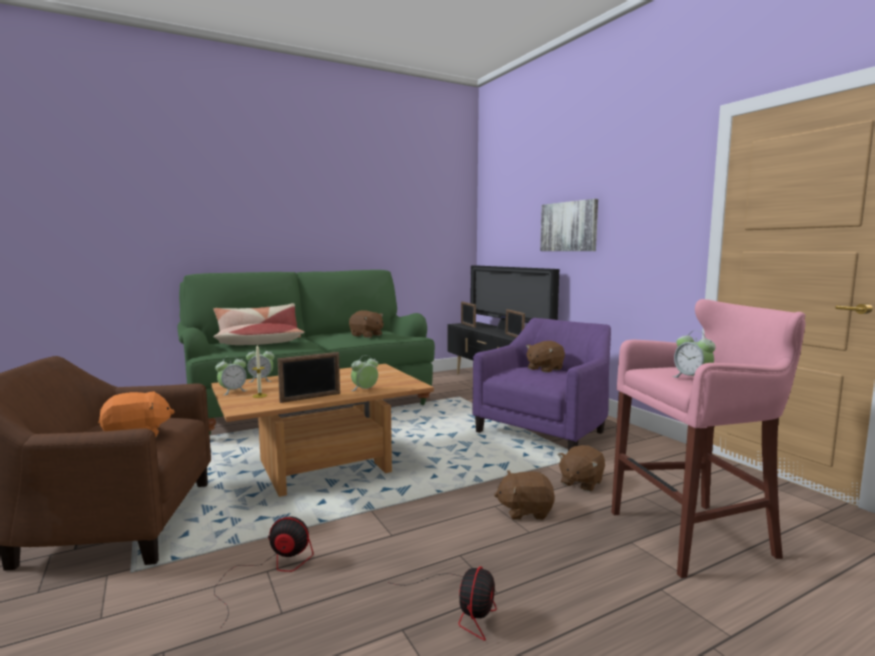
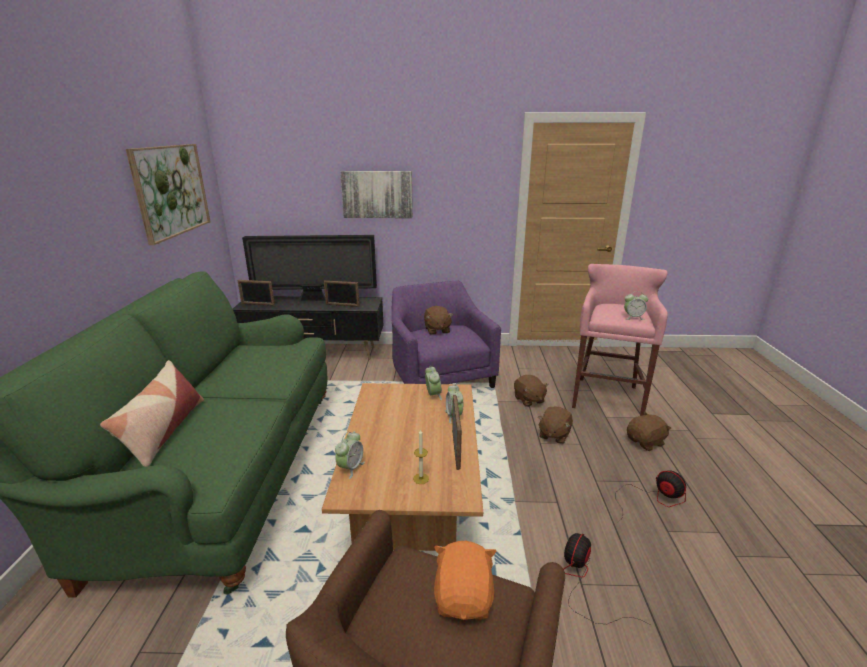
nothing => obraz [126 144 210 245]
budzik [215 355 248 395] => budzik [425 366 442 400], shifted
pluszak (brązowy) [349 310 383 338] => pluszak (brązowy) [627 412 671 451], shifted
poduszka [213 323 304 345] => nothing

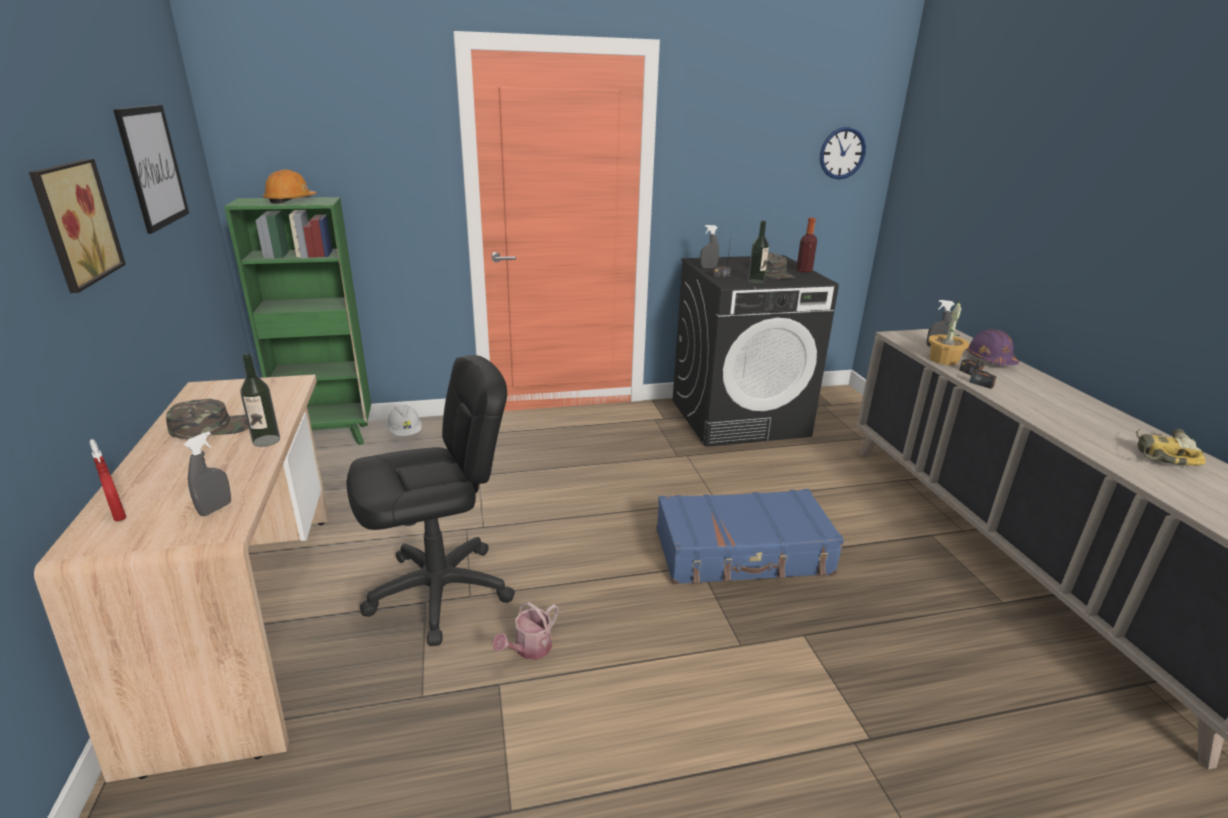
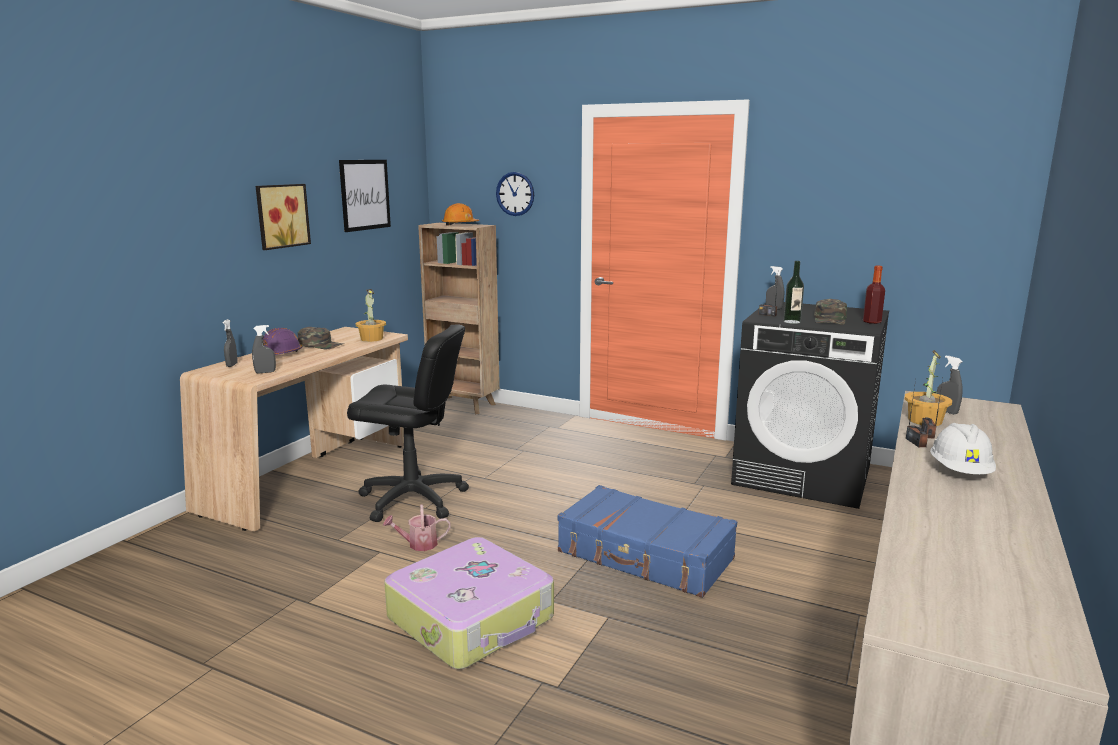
spryskiwacz (czerwony) [89 439 126 521] => spryskiwacz (szary) [223 319 238 367]
kask (fioletowy) [967 329 1019 366] => kask (fioletowy) [263 328 302 355], shifted
nothing => roślina doniczkowa [356 289 386 342]
nothing => walizka [384 537 554 669]
regał (zielony) [224 197 371 445] => regał (brązowy) [418 223 500 414]
zegar ścienny [820 127 866 180] => zegar ścienny [496 172 534 216], shifted
kask (biały) [387 404 422 436] => kask (biały) [930 423 996 474], shifted
butelka [241 354 280 447] => nothing
wiertarka [1136 429 1206 466] => nothing

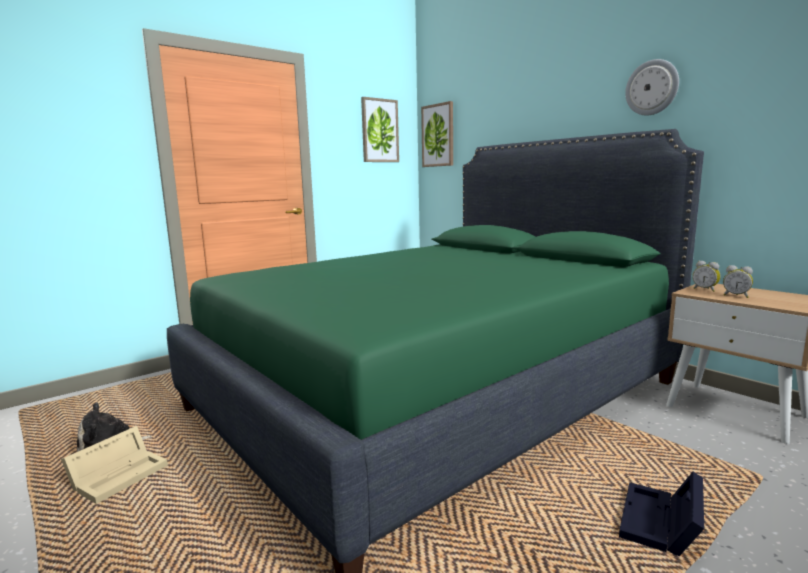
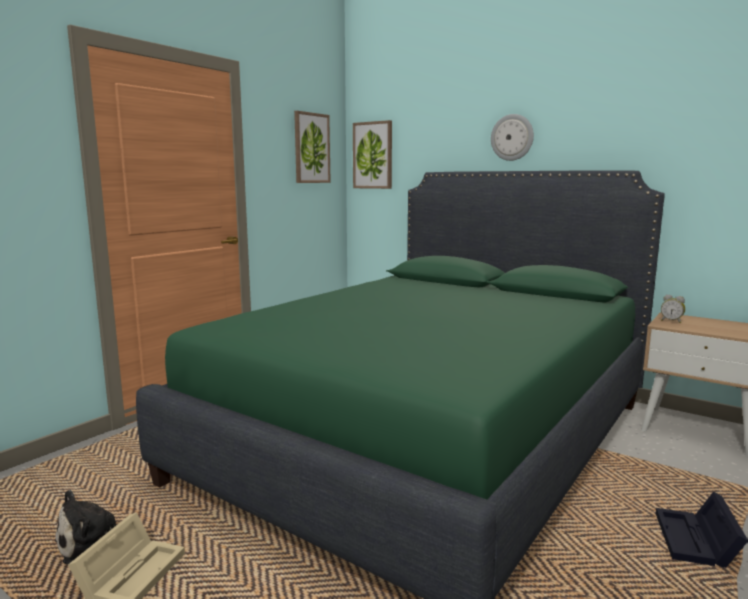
zegar ścienny [625 59 679 115] => zegar ścienny [491 114 534 161], shifted
budzik [723 265 753 298] => nothing

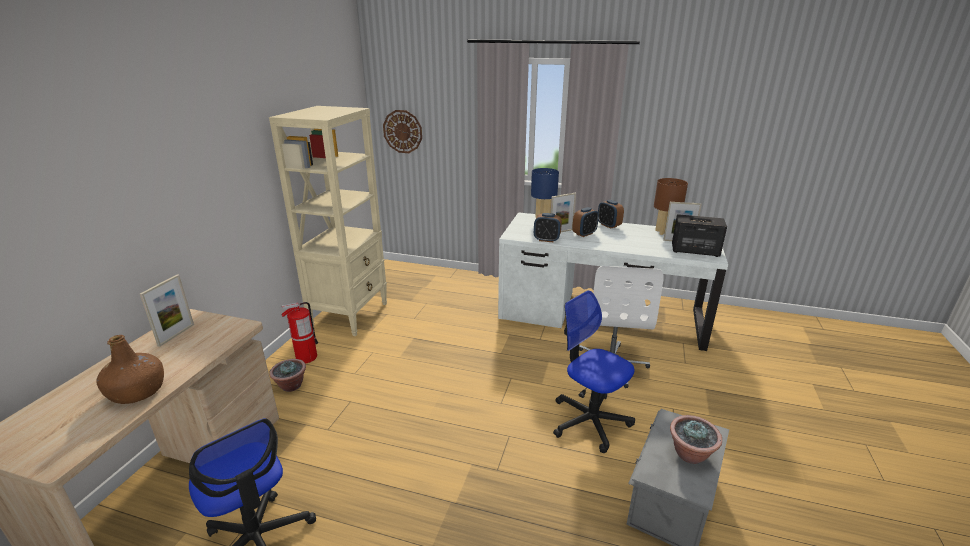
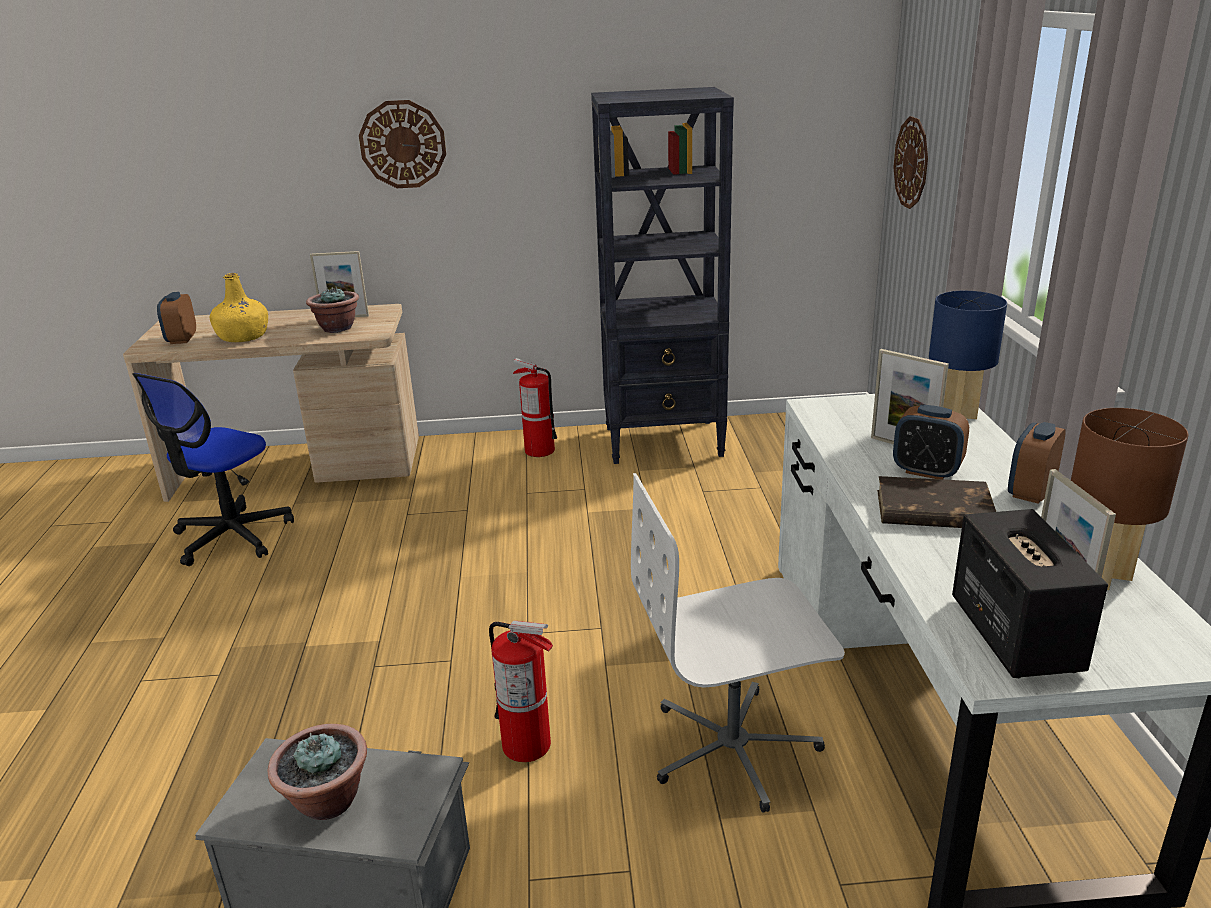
budzik [534 213 562 242] => budzik [157 292 196 344], shifted
butelka (brązowy) [96 335 164 404] => butelka (żółty) [210 273 268 342]
roślina doniczkowa [269 359 306 392] => roślina doniczkowa [306 286 359 333], shifted
nothing => zegar ścienny [359 100 446 188]
krzesło biurowe [553 290 635 453] => gaśnica [489 621 553 762]
regał (beżowy) [269 106 387 336] => regał (czarny) [591 87 734 464]
nothing => książka (brązowy) [877 476 996 528]

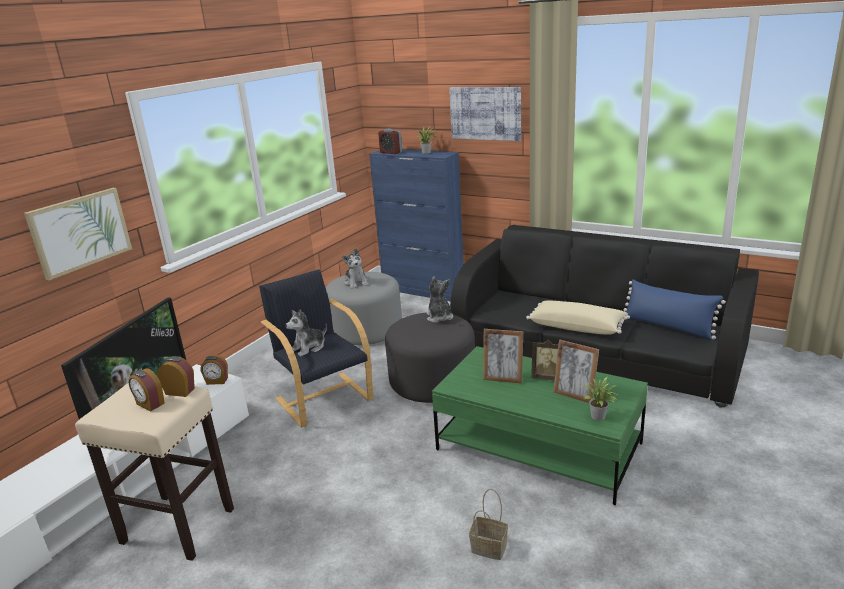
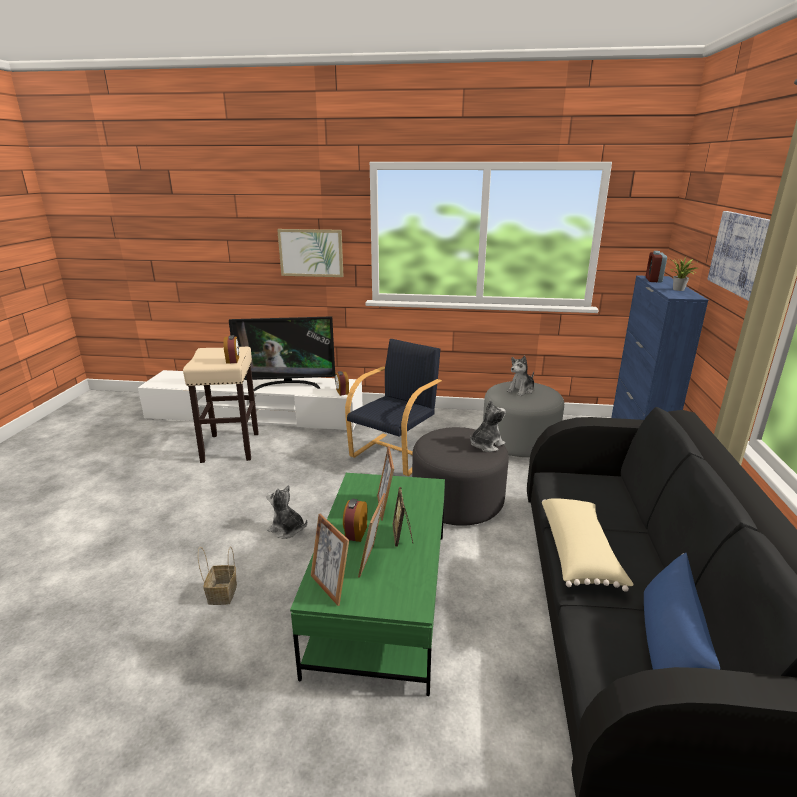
pluszak [285 309 327 357] => pluszak [267 485 307 539], shifted
roślina doniczkowa [580 377 619 421] => ramka na zdjęcie [311 514 349 606]
budzik [128 368 165 411] => budzik [343 499 367 542], shifted

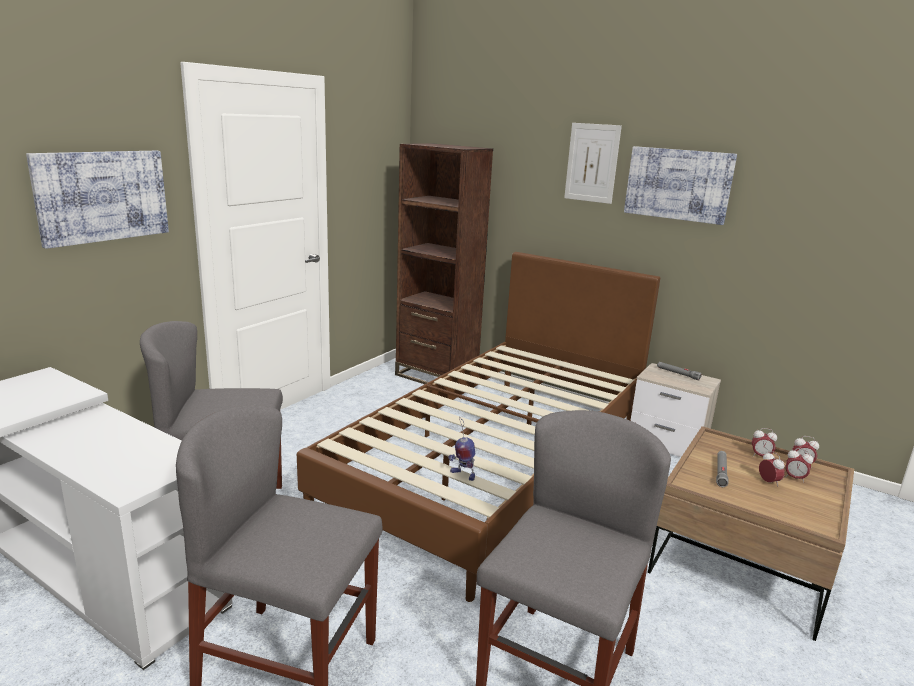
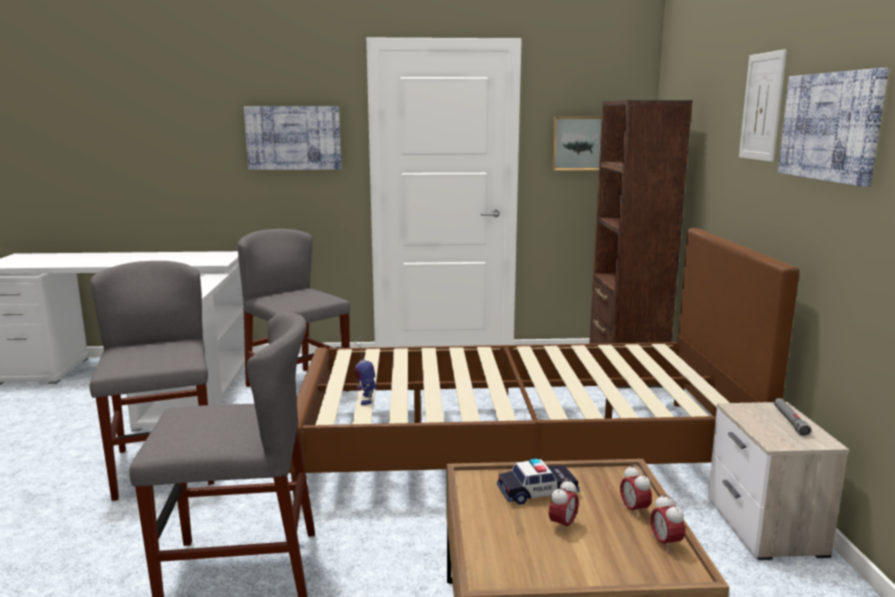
latarka (szary) [716 451 729 487] => samochodzik [497 459 580 505]
nothing => obraz [552 117 602 170]
budzik [785 448 813 483] => nothing

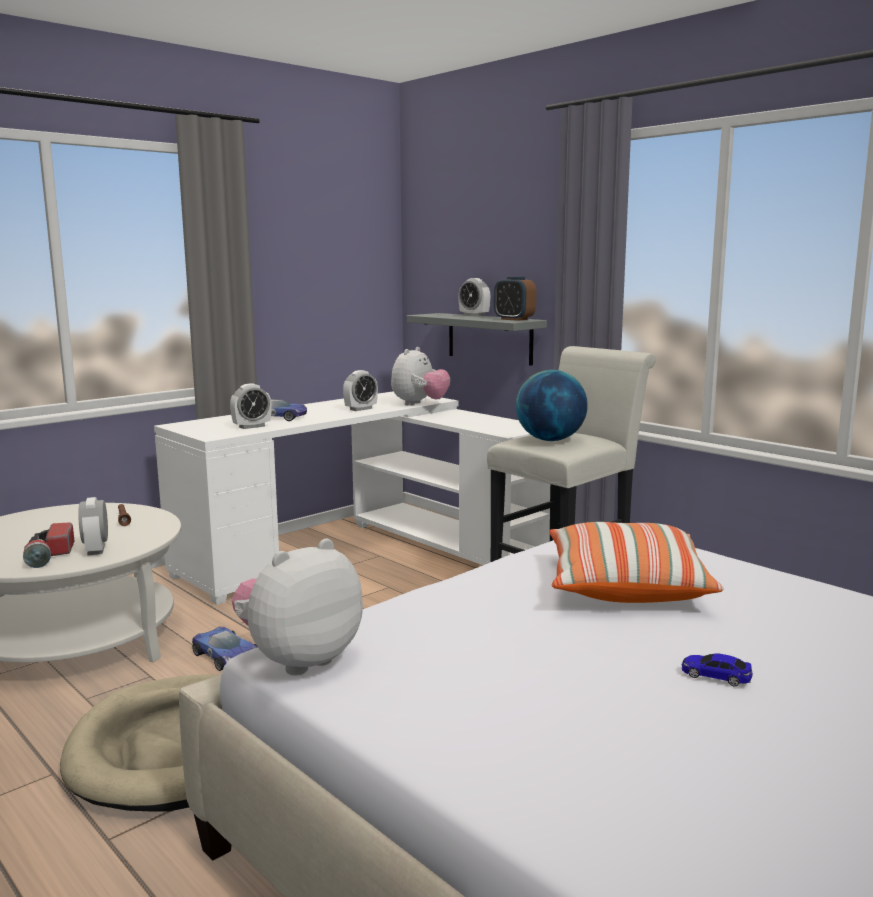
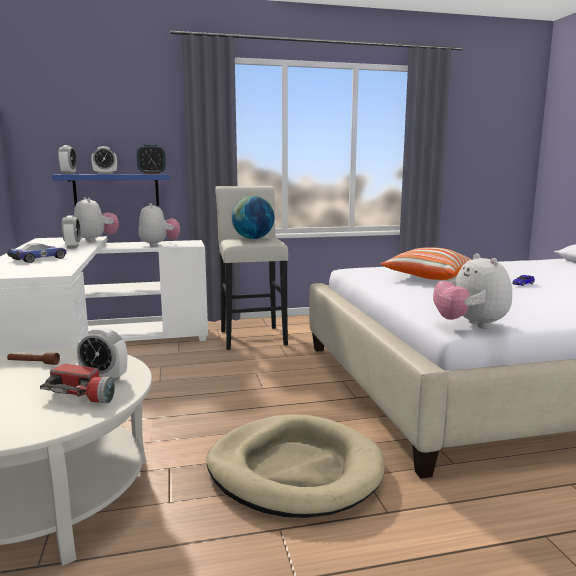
półka (szary) [407 313 547 366] => półka (niebieski) [52 174 170 206]
budzik [230 383 272 429] => budzik [58 145 77 174], shifted
nothing => pluszak [138 203 180 247]
samochodzik [192 627 257 671] => nothing

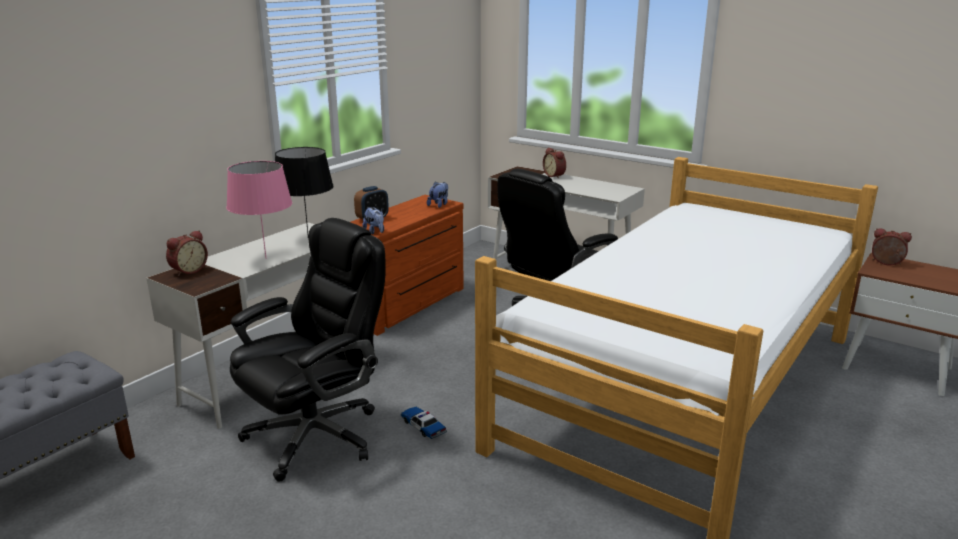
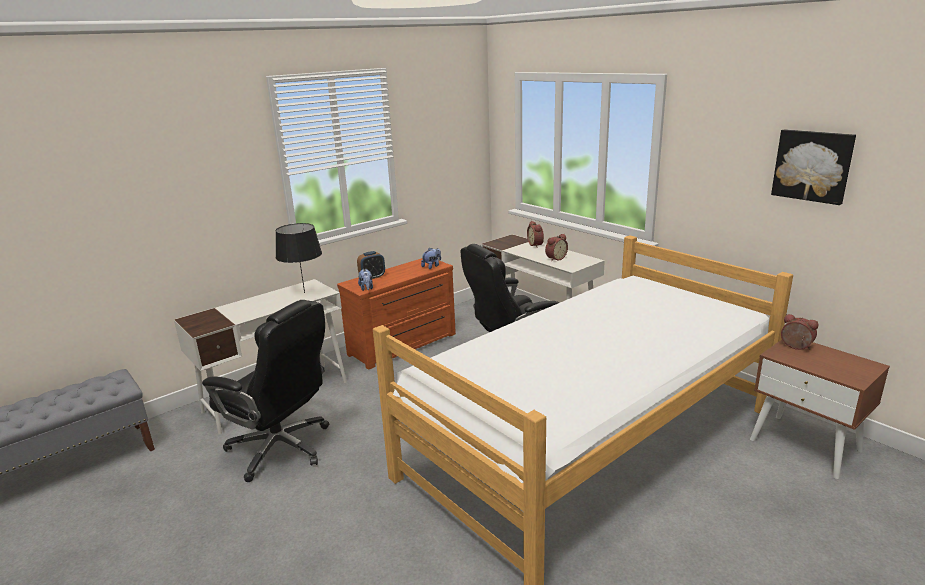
krzesło biurowe (czarny) [230 218 386 482] => krzesło biurowe (czarny) [202 300 329 482], 60 degrees clockwise
budzik [166 230 208 276] => budzik [545 234 568 262], shifted
nothing => obraz [771 129 856 205]
lampa stołowa (różowy) [226 161 292 258] => nothing
samochodzik [400 406 447 439] => nothing

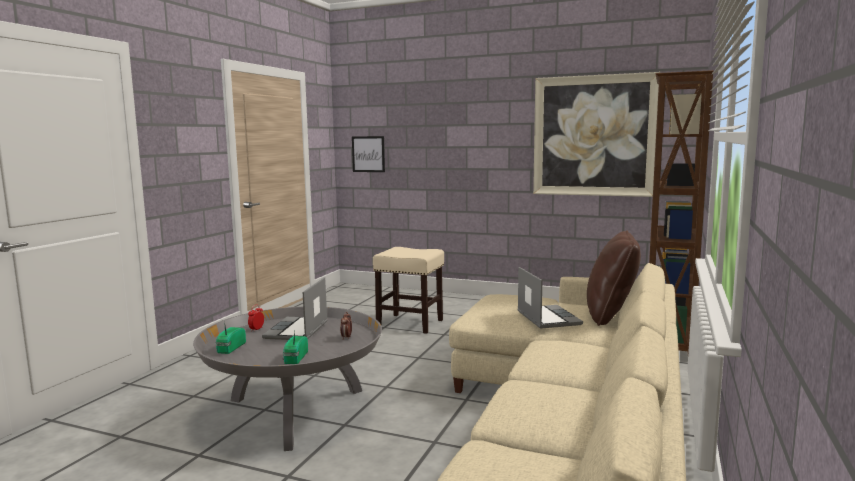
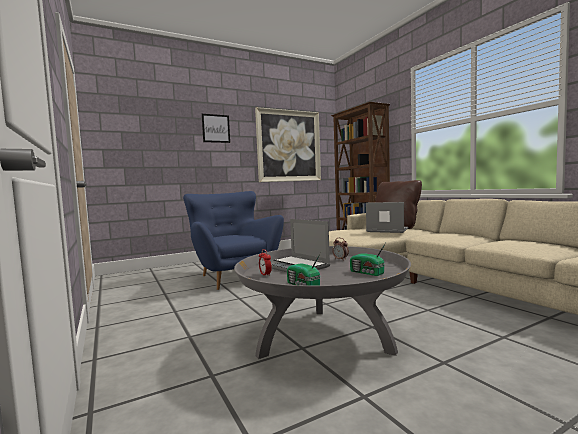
stołek (beżowy) [373 247 444 334] => fotel (niebieski) [183 191 284 290]
obraz [352 136 385 172] => obraz [202 114 230 143], shifted

